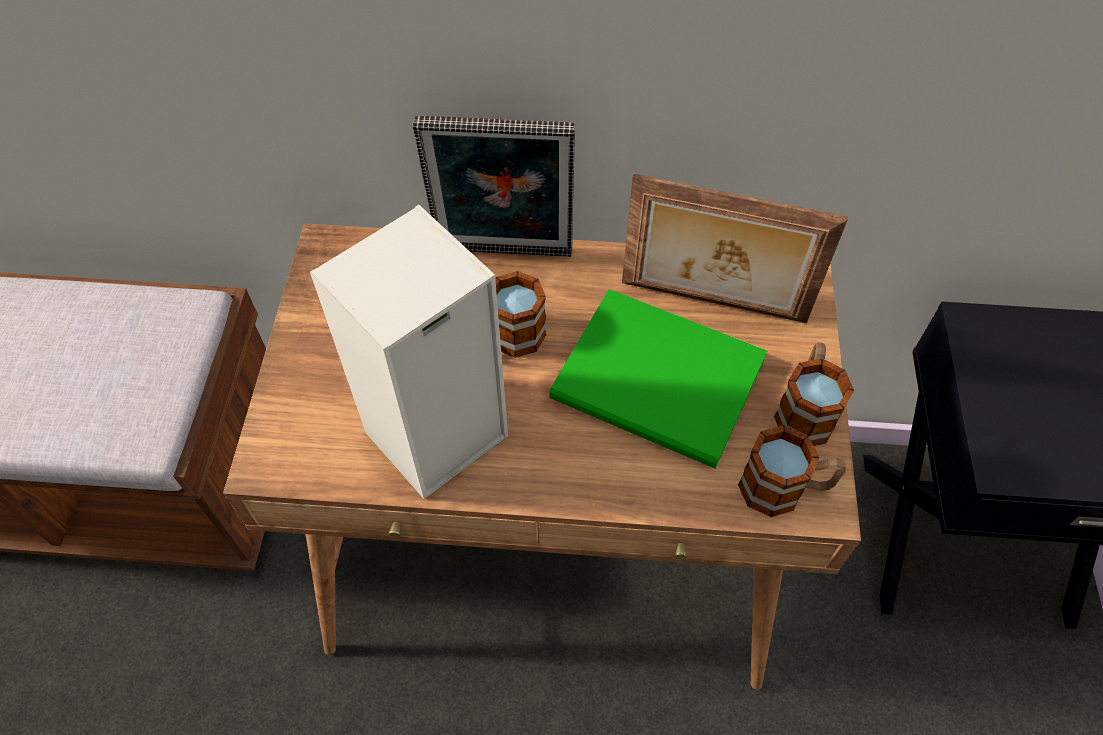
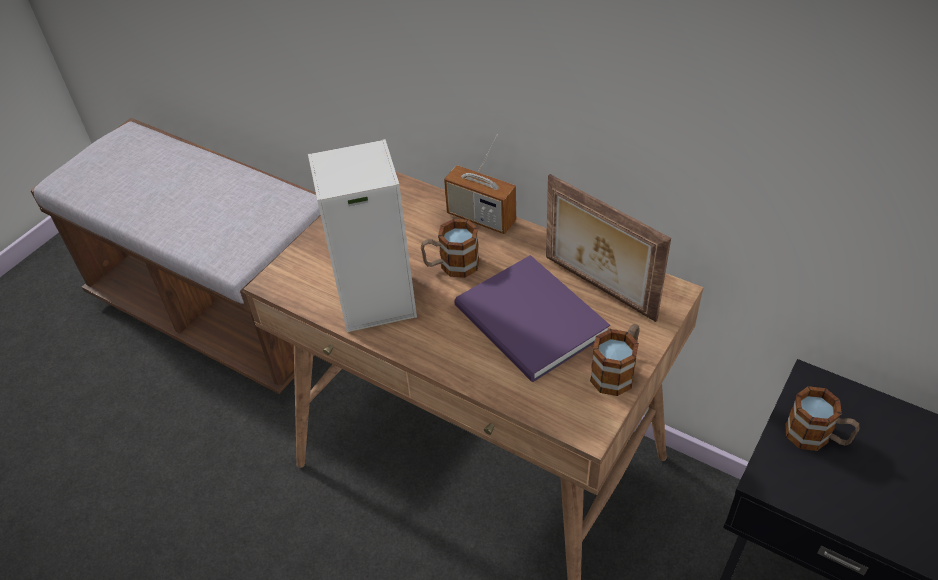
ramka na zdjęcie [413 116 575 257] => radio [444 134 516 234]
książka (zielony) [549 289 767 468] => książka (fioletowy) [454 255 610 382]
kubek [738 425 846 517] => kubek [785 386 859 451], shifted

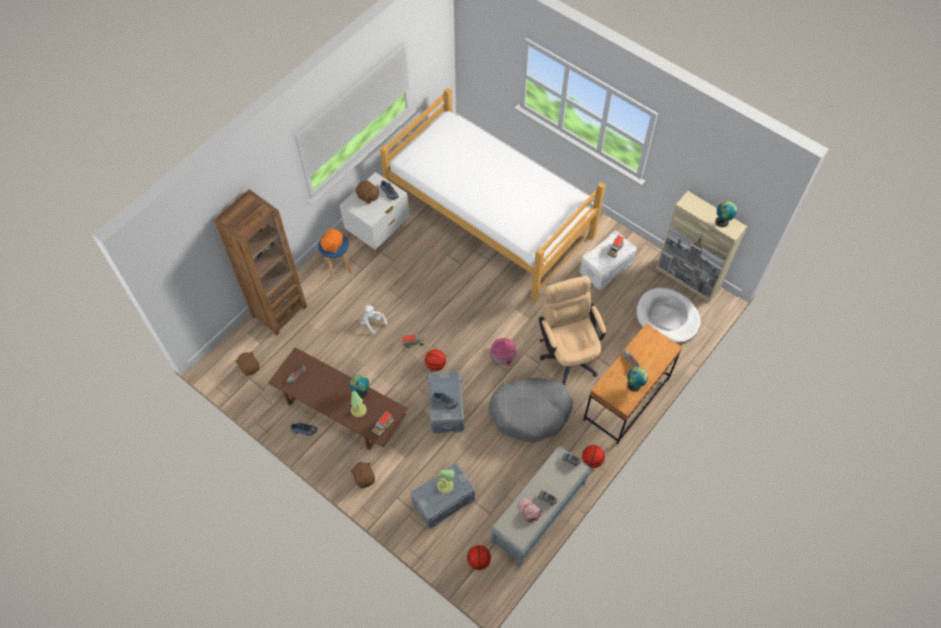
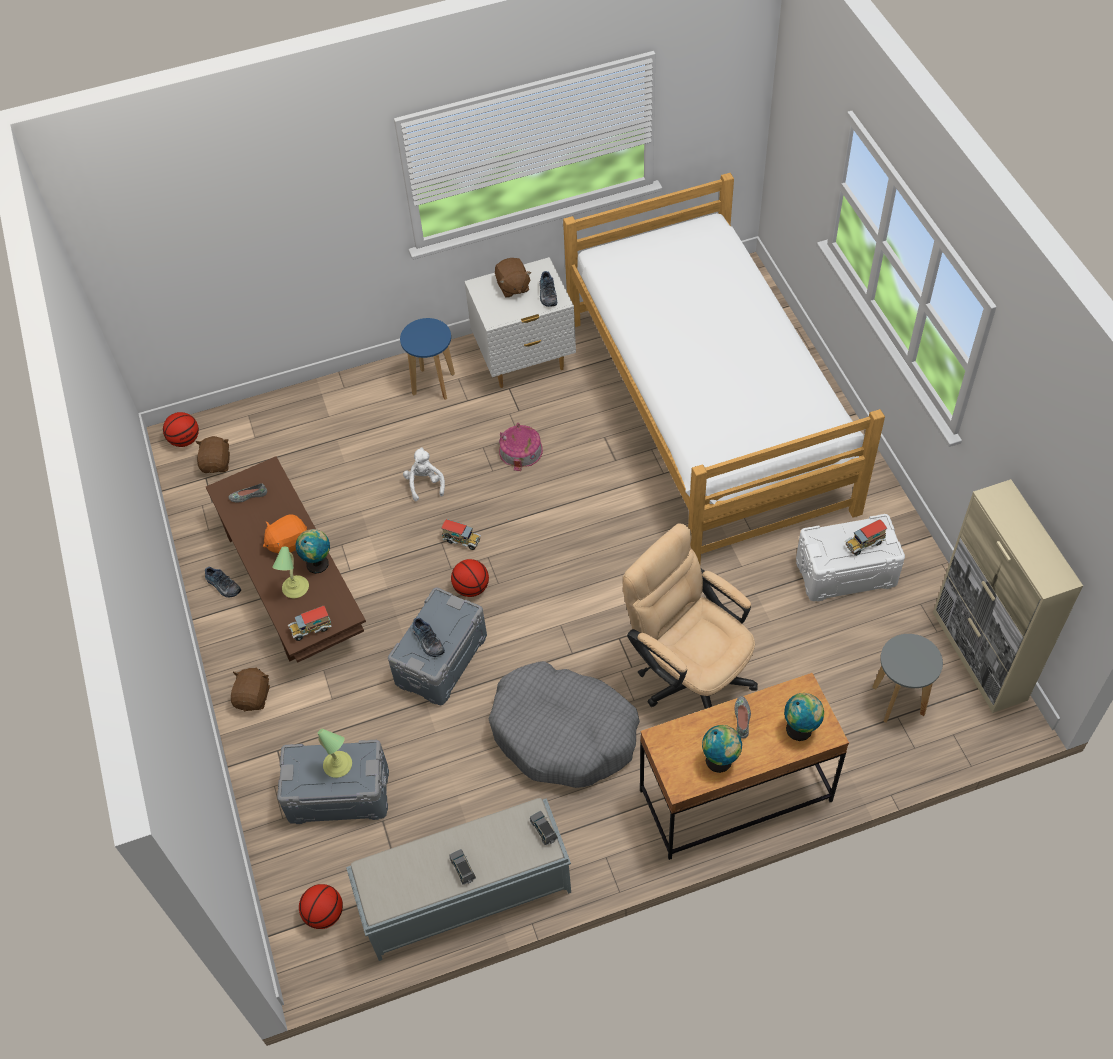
piłka do koszykówki [582 445 605 468] => piłka do koszykówki [163 412 199 447], shifted
pluszak (pomarańczowy) [320 229 343 253] => pluszak (pomarańczowy) [263 514 307 554], shifted
domek [490 338 516 366] => domek [499 422 543 471], shifted
krzesło biurowe (beżowy) [539 276 606 386] => krzesło biurowe (beżowy) [622 523 758 709], 60 degrees counterclockwise
globus [715 201 737 227] => globus [784 693 824 741], shifted
legowisko (biały) [637 288 701 343] => stołek (szary) [872 634 943 722]
regał (brązowy) [213 189 307 335] => nothing
czapka z daszkiem (różowy) [517 498 541 523] => nothing

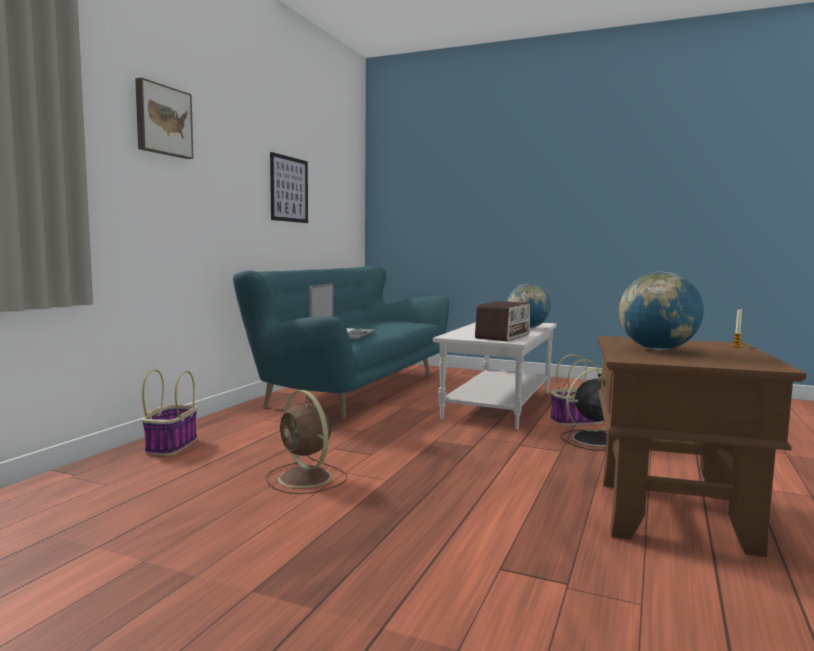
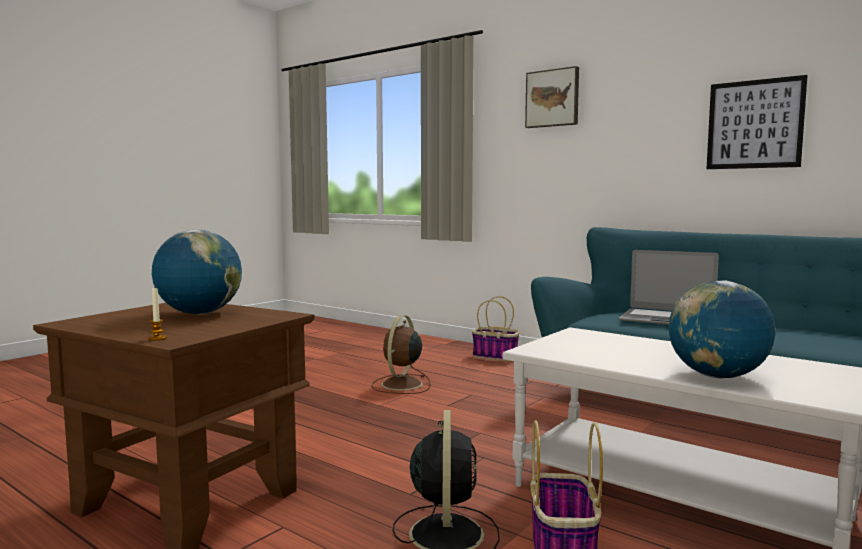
wentylator (brązowy) [266 390 347 494] => wentylator (brązowy) [371 315 430 394], 45 degrees counterclockwise
radio [475 301 530 341] => nothing

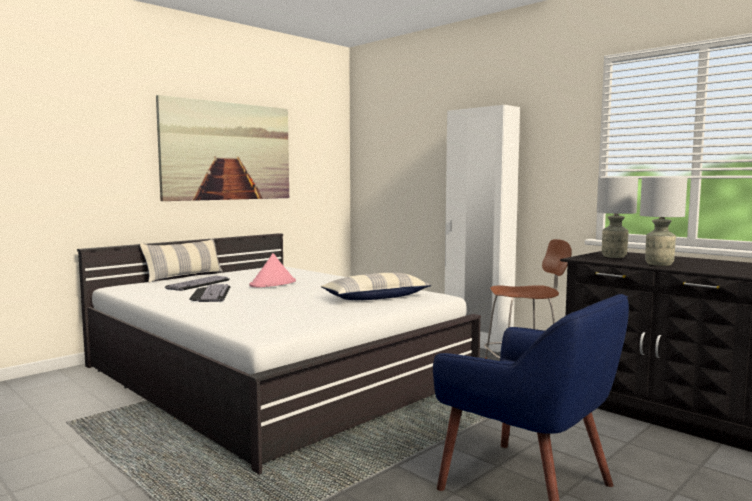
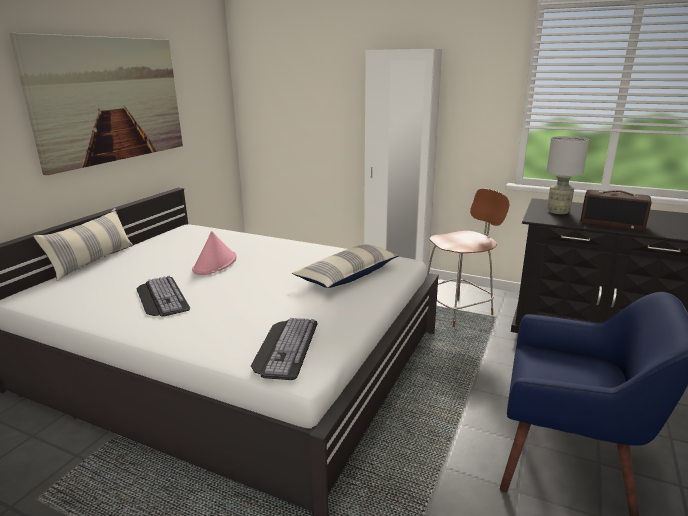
klawiatura [165 276 230 291] => klawiatura [251 318 318 380], shifted
lampa stołowa (szary) [640 177 687 266] => radio [581 190 651 231]

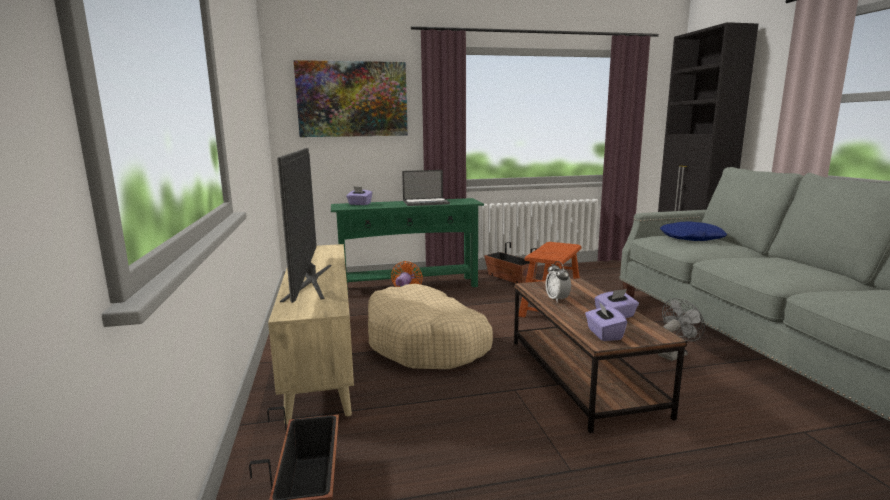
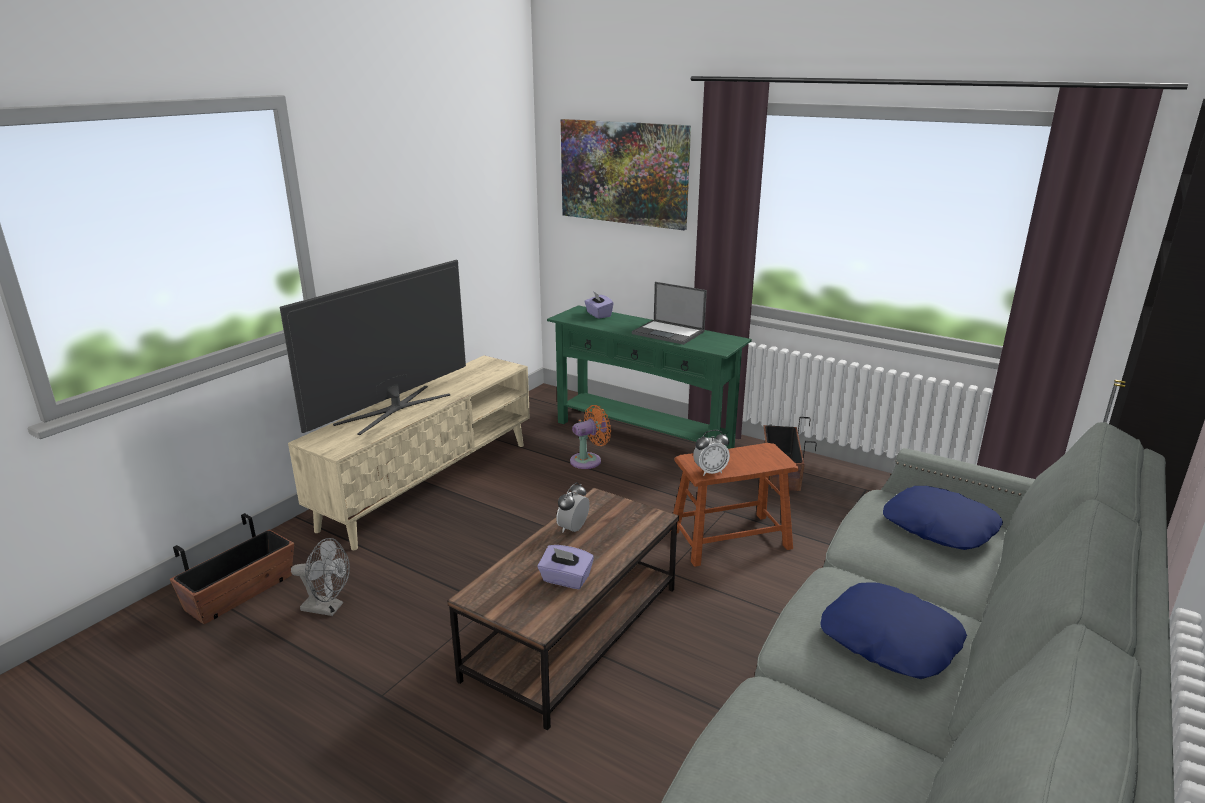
wentylator (szary) [658 298 705 361] => wentylator (szary) [291 538 350 616], shifted
nothing => budzik [693 430 730 476]
nothing => poduszka (niebieski) [820 582 967 679]
legowisko (beżowy) [368 284 493 369] => nothing
pudełko chusteczek (fioletowy) [585 302 627 341] => nothing

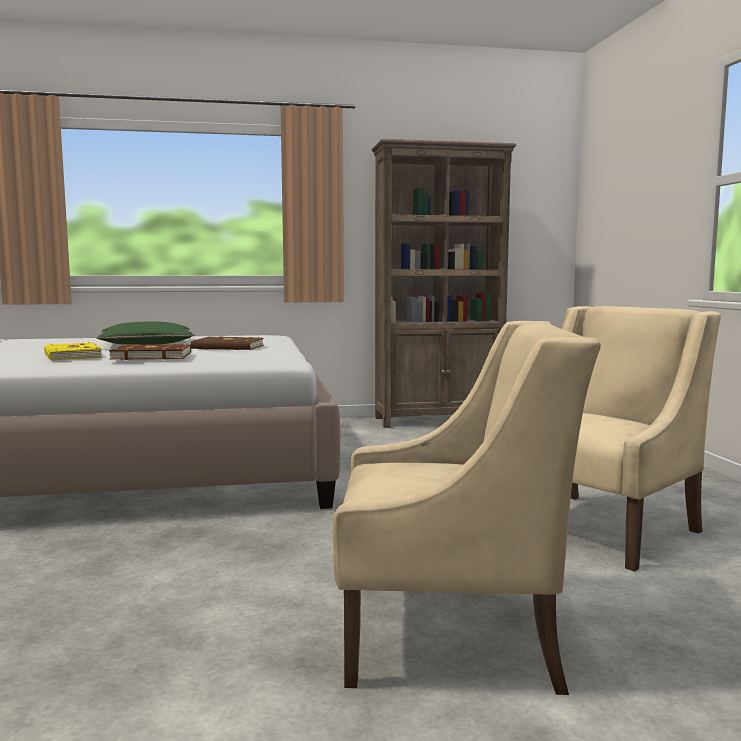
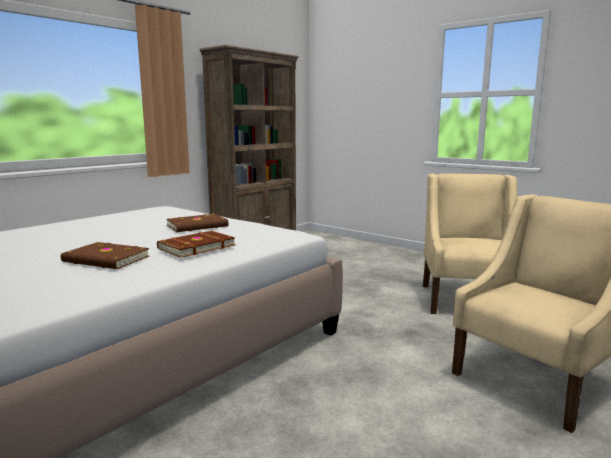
książka (żółty) [44 342 103 361] => książka (brązowy) [61 242 149 269]
poduszka (zielony) [96 321 194 345] => nothing

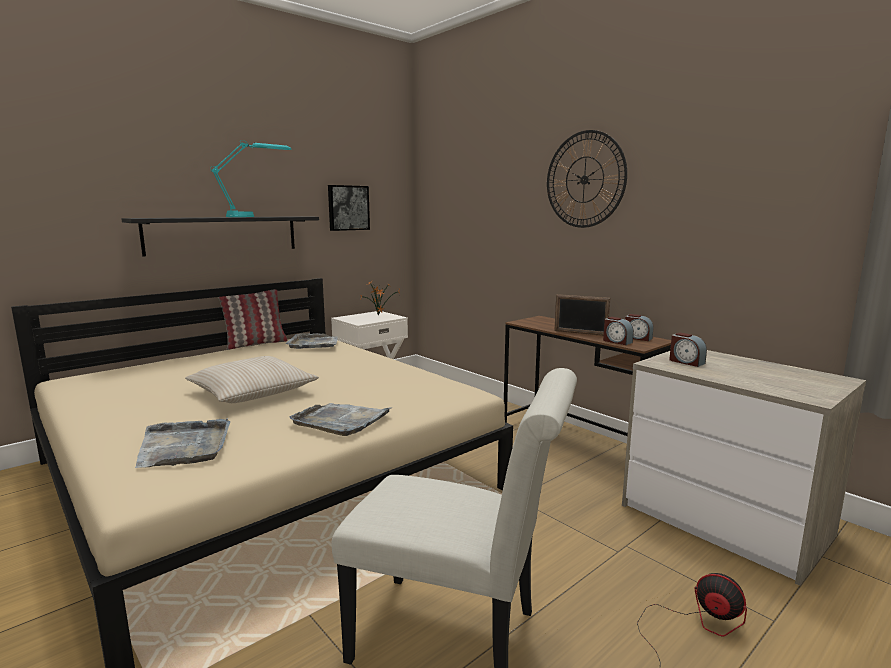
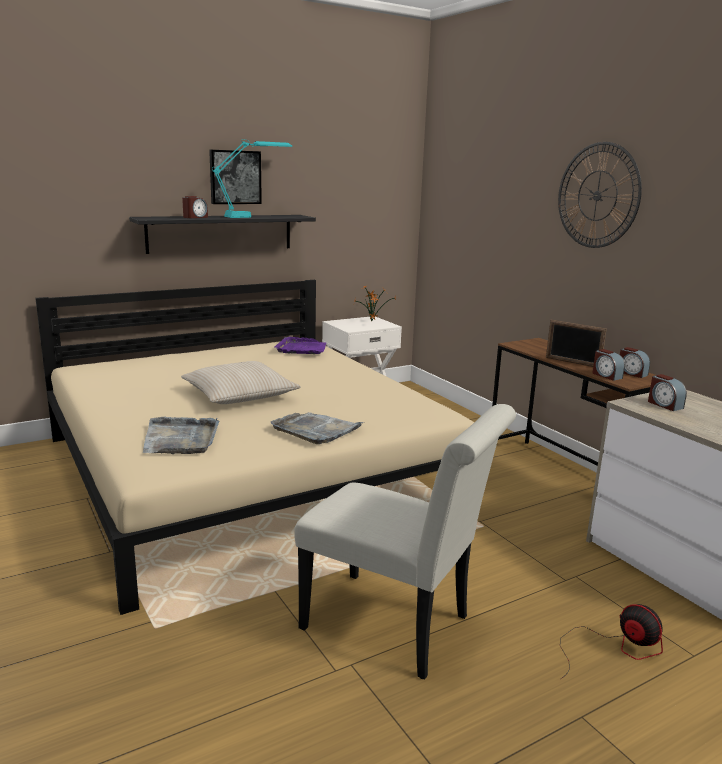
nothing => budzik [182 196 208 218]
obraz [328 185 370 231] => obraz [209 150 262 204], shifted
taca (szary) [286 333 337 349] => taca (fioletowy) [275 337 326 354]
poduszka [218 289 287 350] => nothing

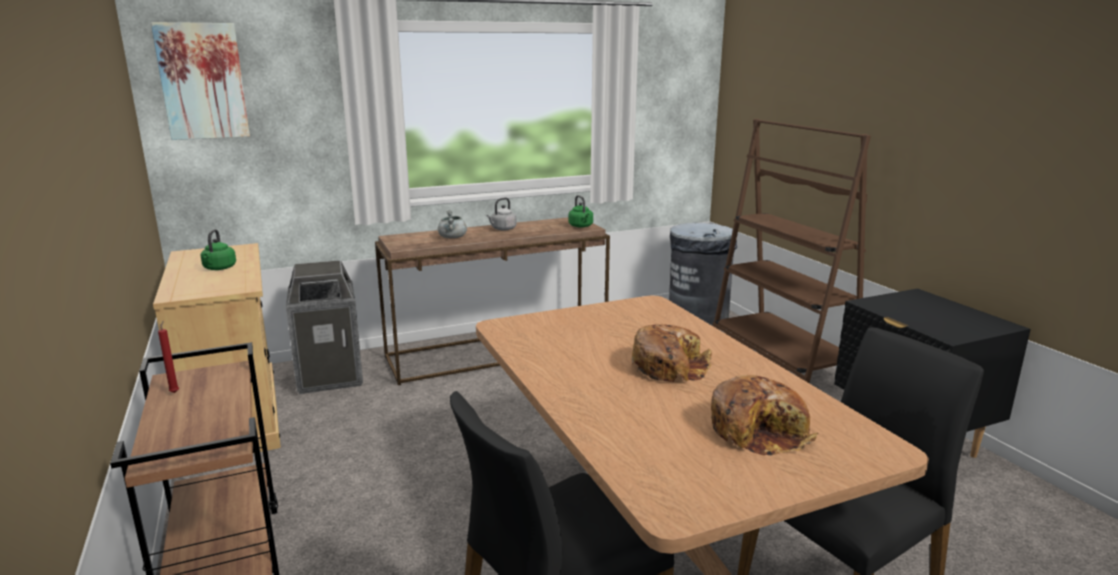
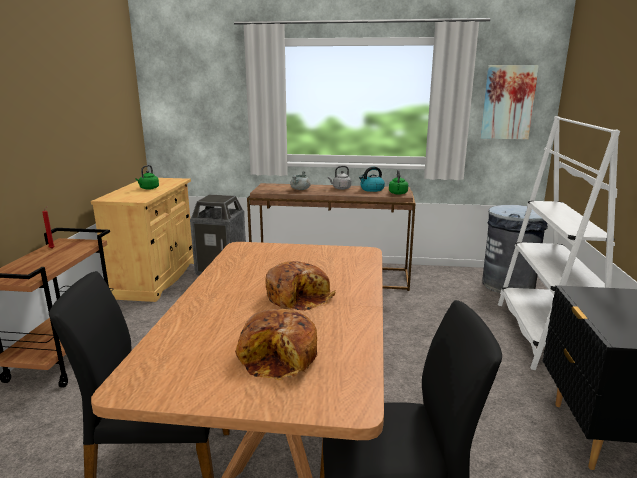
nothing => czajnik [359 167 385 192]
obraz [151 22 250 140] => obraz [480 65 539 139], shifted
regał (brązowy) [712 119 871 383] => regał (biały) [498 116 620 370]

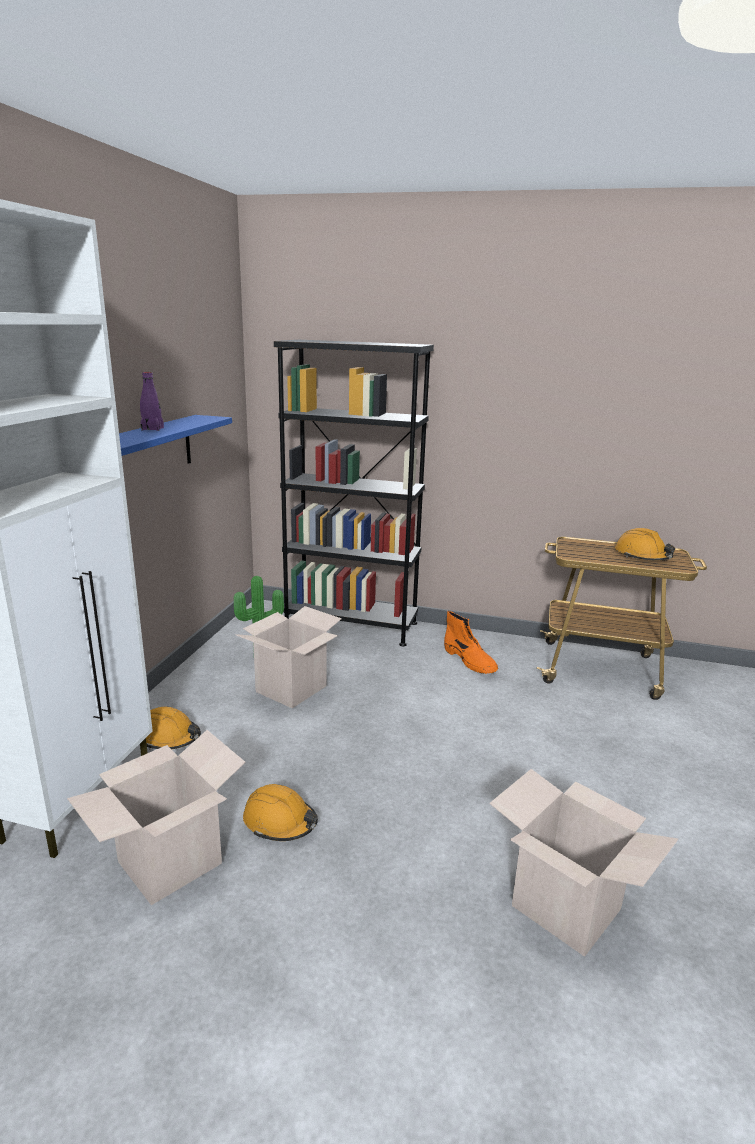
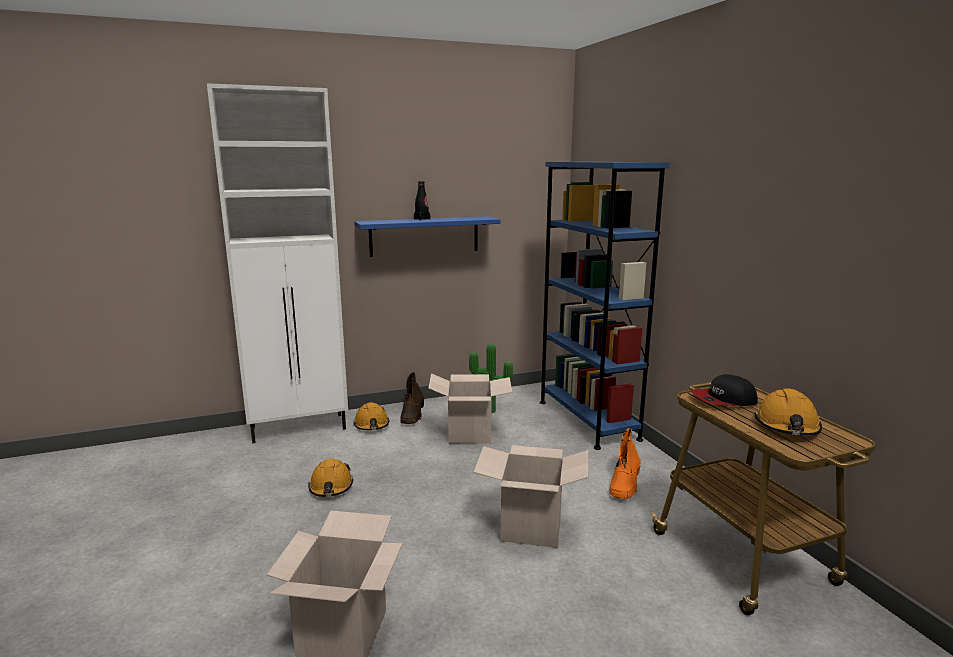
nothing => but z cholewką (brązowy) [400 372 424 424]
butelka (fioletowy) [140 372 164 431] => butelka (czarny) [414 181 430 220]
karton [67 730 245 905] => karton [474 445 589 548], shifted
regał (czarny) [274 340 434 646] => regał (niebieski) [540 162 669 450]
nothing => czapka z daszkiem [691 374 758 406]

